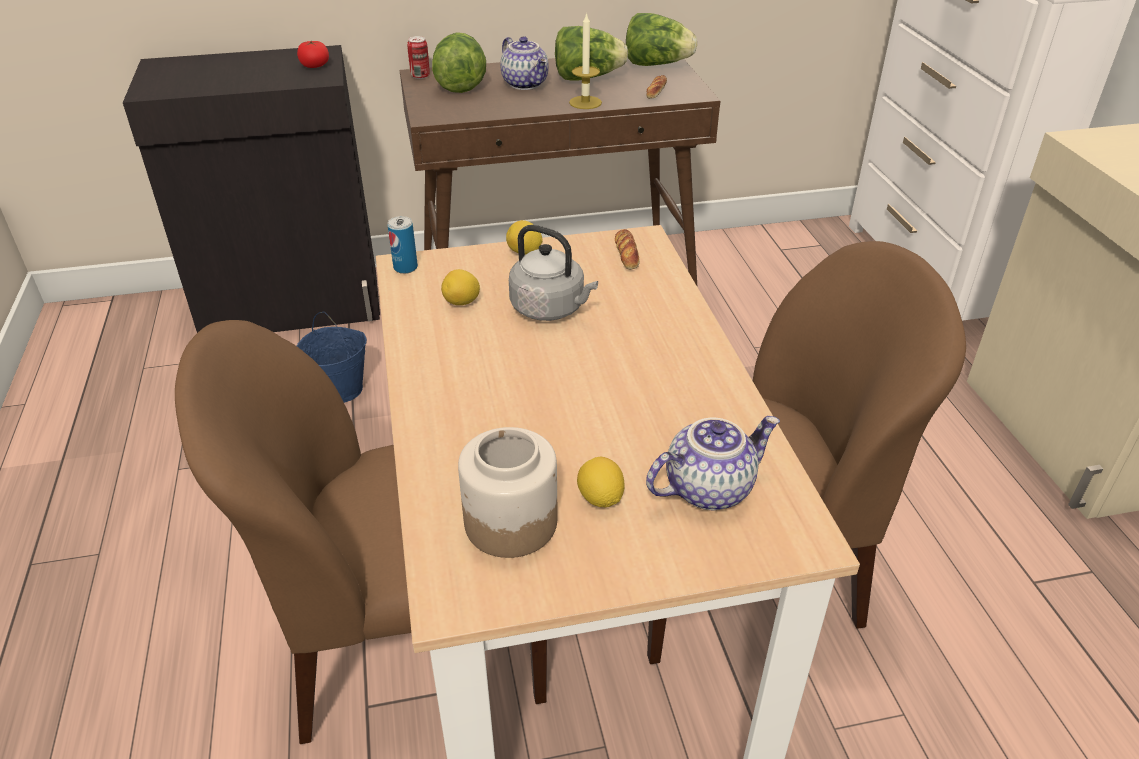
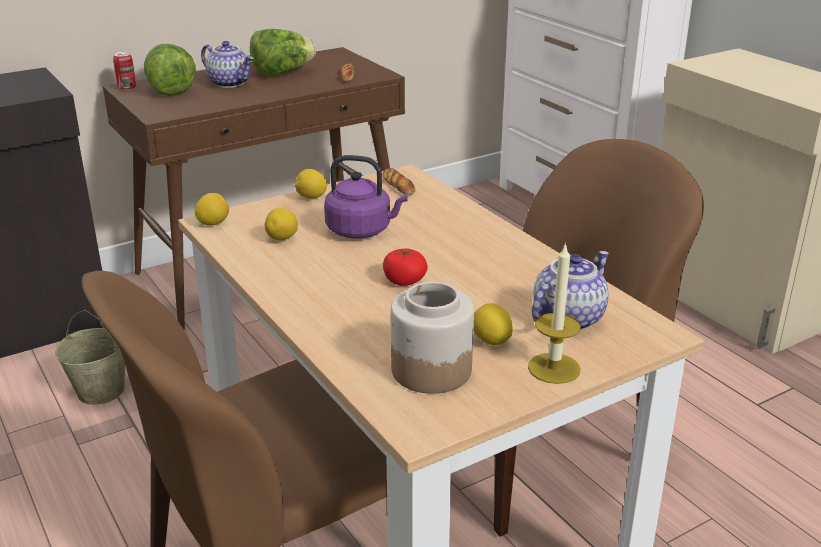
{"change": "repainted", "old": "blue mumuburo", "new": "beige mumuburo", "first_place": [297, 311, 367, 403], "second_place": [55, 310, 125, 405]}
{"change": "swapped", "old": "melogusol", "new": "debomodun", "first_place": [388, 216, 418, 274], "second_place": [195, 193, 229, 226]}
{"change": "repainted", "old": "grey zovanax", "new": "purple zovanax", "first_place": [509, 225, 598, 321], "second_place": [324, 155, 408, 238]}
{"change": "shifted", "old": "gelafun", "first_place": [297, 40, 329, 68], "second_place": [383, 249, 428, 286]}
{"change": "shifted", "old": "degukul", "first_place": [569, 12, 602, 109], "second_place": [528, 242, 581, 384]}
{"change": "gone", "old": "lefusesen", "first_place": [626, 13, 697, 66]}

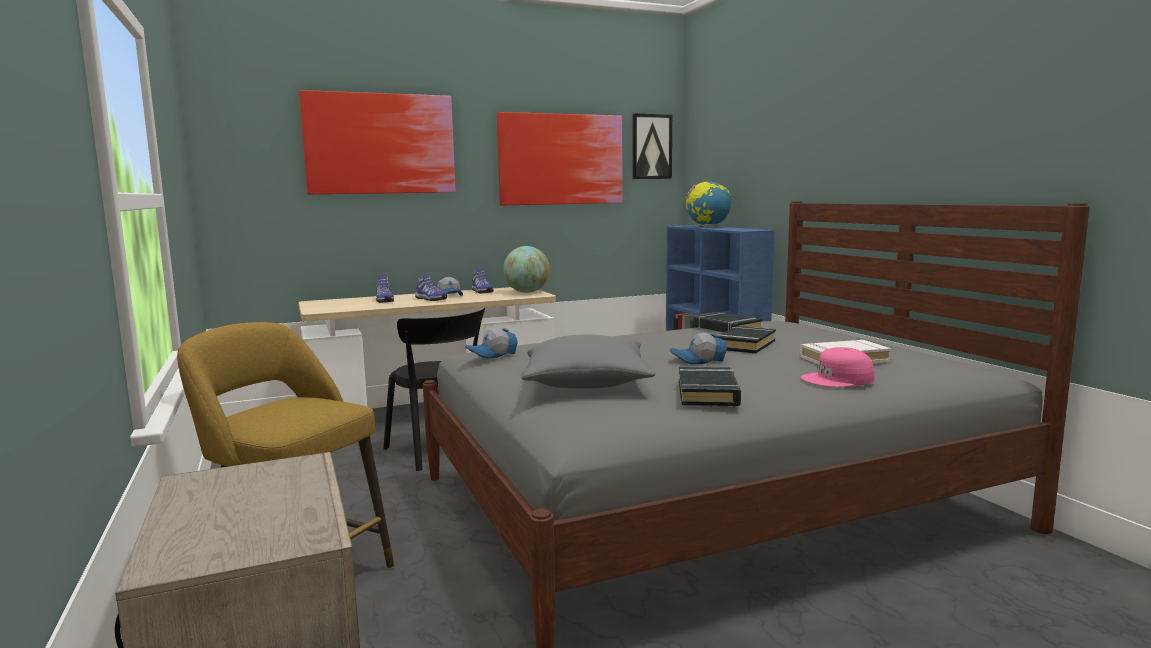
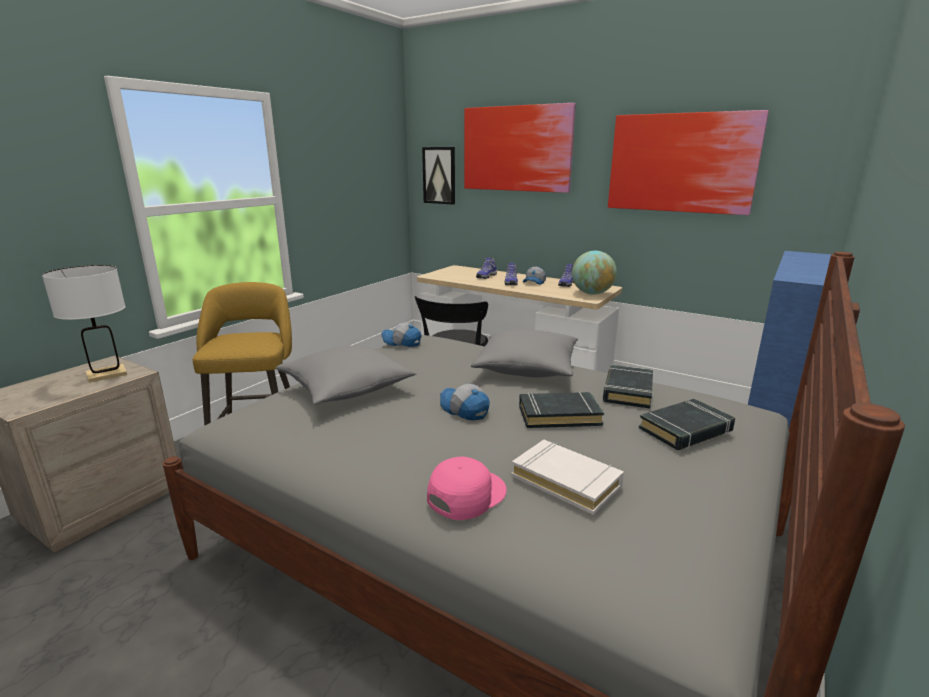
{"change": "new", "new": "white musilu", "second_place": [42, 265, 127, 383]}
{"change": "shifted", "old": "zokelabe", "first_place": [632, 113, 672, 179], "second_place": [422, 147, 455, 205]}
{"change": "rotated", "old": "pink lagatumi", "first_place": [801, 347, 874, 387], "second_place": [427, 456, 507, 520], "degrees": 90}
{"change": "new", "new": "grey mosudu", "second_place": [471, 330, 578, 378]}
{"change": "shifted", "old": "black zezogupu", "first_place": [679, 367, 741, 406], "second_place": [639, 399, 735, 450]}
{"change": "gone", "old": "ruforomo", "first_place": [686, 182, 731, 227]}

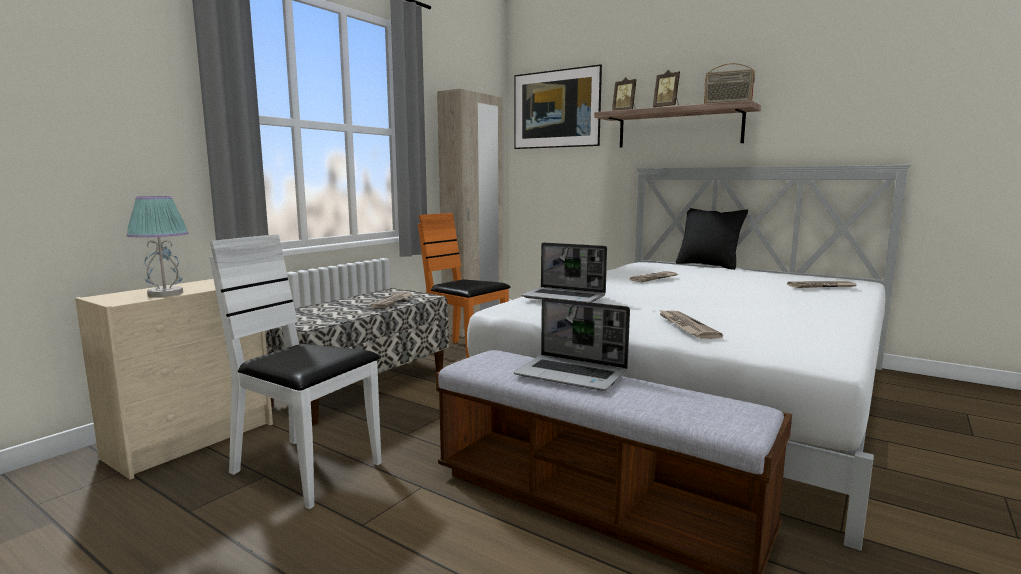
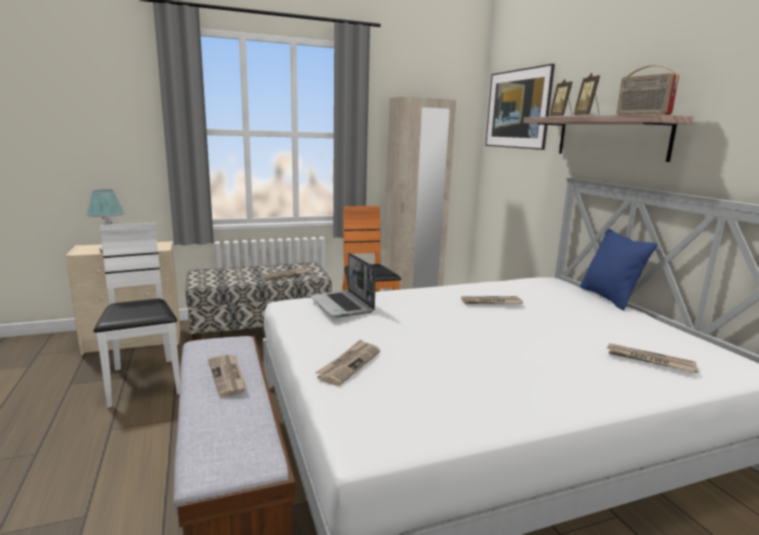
{"change": "swapped", "old": "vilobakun", "new": "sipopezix", "first_place": [514, 298, 630, 391], "second_place": [208, 355, 246, 397]}
{"change": "repainted", "old": "black mosudu", "new": "blue mosudu", "first_place": [676, 208, 748, 270], "second_place": [580, 229, 657, 310]}

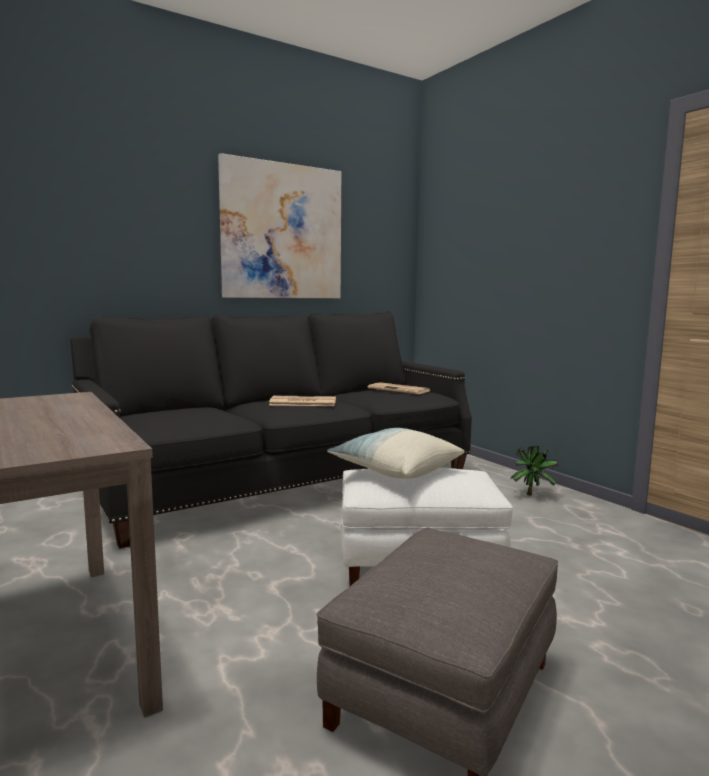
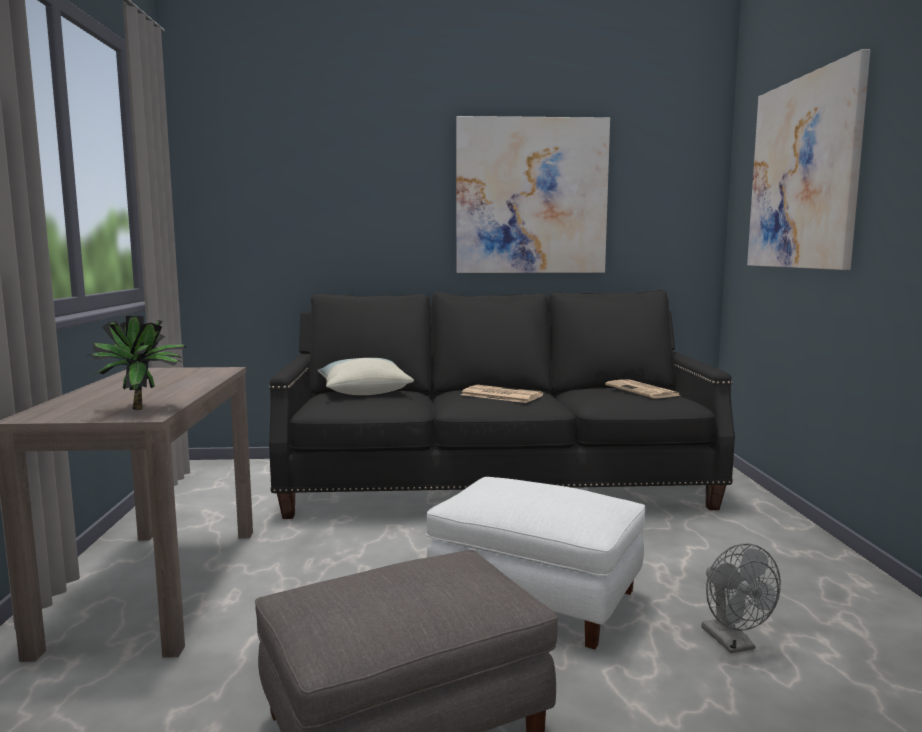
{"change": "shifted", "old": "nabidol", "first_place": [510, 446, 559, 496], "second_place": [87, 316, 186, 410]}
{"change": "shifted", "old": "mosudu", "first_place": [327, 428, 464, 479], "second_place": [318, 358, 414, 395]}
{"change": "new", "new": "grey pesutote", "second_place": [702, 543, 781, 653]}
{"change": "new", "new": "zokelabe", "second_place": [747, 49, 870, 270]}

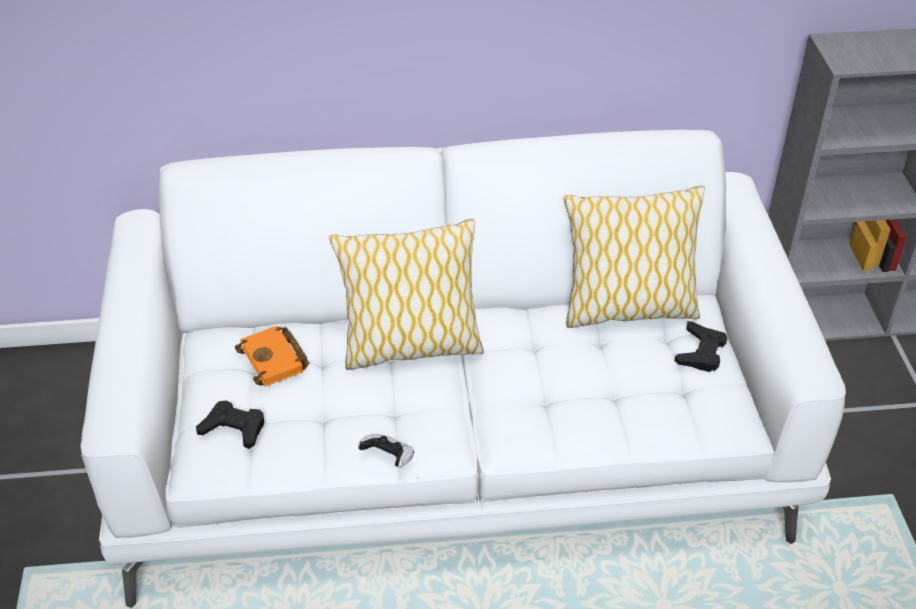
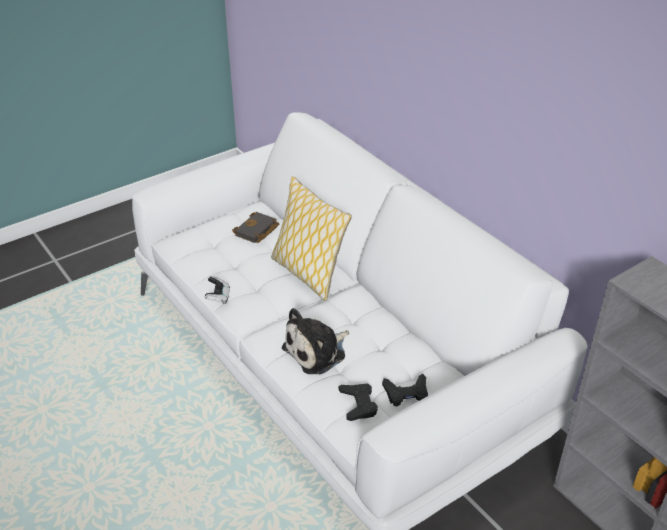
{"change": "repainted", "old": "orange zezogupu", "new": "black zezogupu", "first_place": [235, 326, 309, 387], "second_place": [232, 212, 279, 243]}
{"change": "new", "new": "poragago", "second_place": [282, 308, 349, 374]}
{"change": "shifted", "old": "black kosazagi", "first_place": [196, 401, 264, 449], "second_place": [338, 384, 378, 421]}
{"change": "gone", "old": "mosudu", "first_place": [564, 186, 705, 328]}

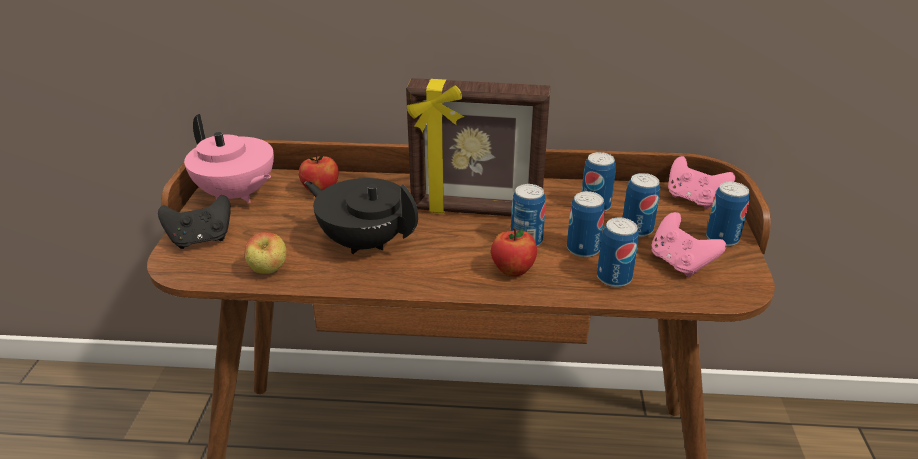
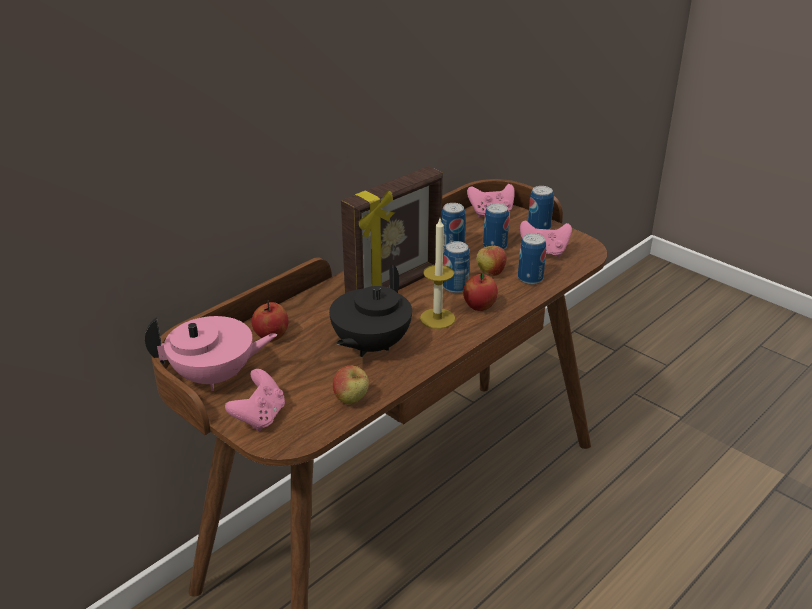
{"change": "repainted", "old": "black kosazagi", "new": "pink kosazagi", "first_place": [158, 195, 231, 249], "second_place": [225, 369, 285, 431]}
{"change": "rotated", "old": "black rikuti", "first_place": [304, 178, 418, 254], "second_place": [329, 264, 412, 357], "degrees": -45}
{"change": "new", "new": "degukul", "second_place": [420, 219, 455, 329]}
{"change": "swapped", "old": "melogusol", "new": "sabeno", "first_place": [567, 191, 605, 258], "second_place": [476, 243, 507, 276]}

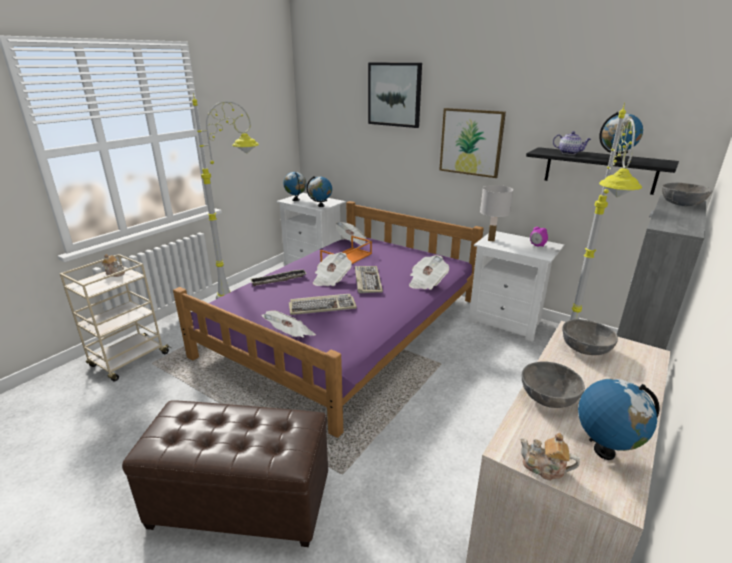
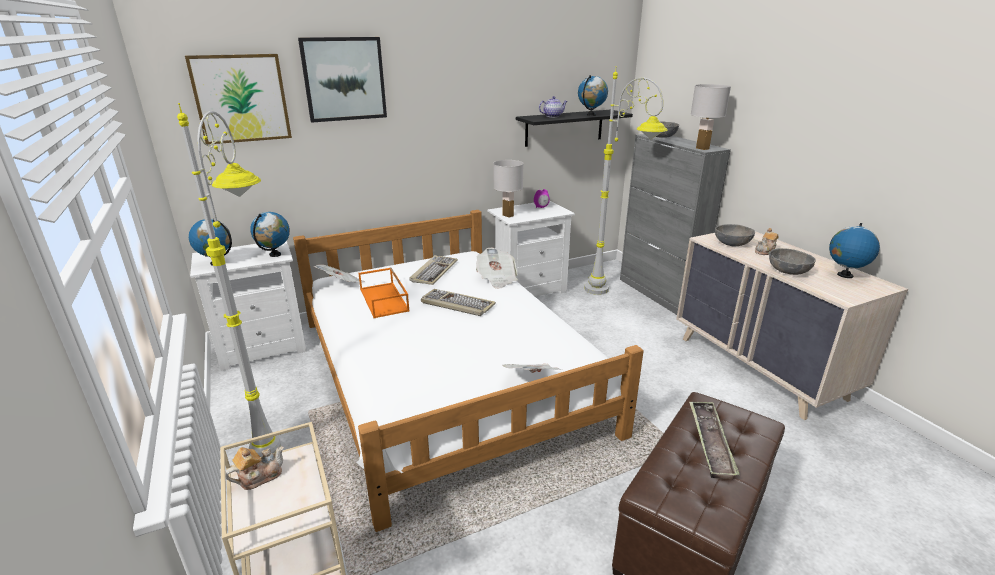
{"change": "shifted", "old": "zokelabe", "first_place": [439, 108, 506, 178], "second_place": [185, 54, 292, 145]}
{"change": "repainted", "old": "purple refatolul", "new": "white refatolul", "first_place": [173, 201, 484, 438], "second_place": [293, 210, 644, 532]}
{"change": "shifted", "old": "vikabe", "first_place": [289, 294, 357, 315], "second_place": [409, 255, 458, 285]}
{"change": "shifted", "old": "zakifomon", "first_place": [250, 270, 307, 286], "second_place": [689, 401, 740, 479]}
{"change": "new", "new": "white musilu", "second_place": [691, 84, 731, 150]}
{"change": "shifted", "old": "rikuti", "first_place": [520, 433, 580, 481], "second_place": [755, 228, 779, 255]}
{"change": "gone", "old": "sipopezix", "first_place": [313, 252, 352, 286]}

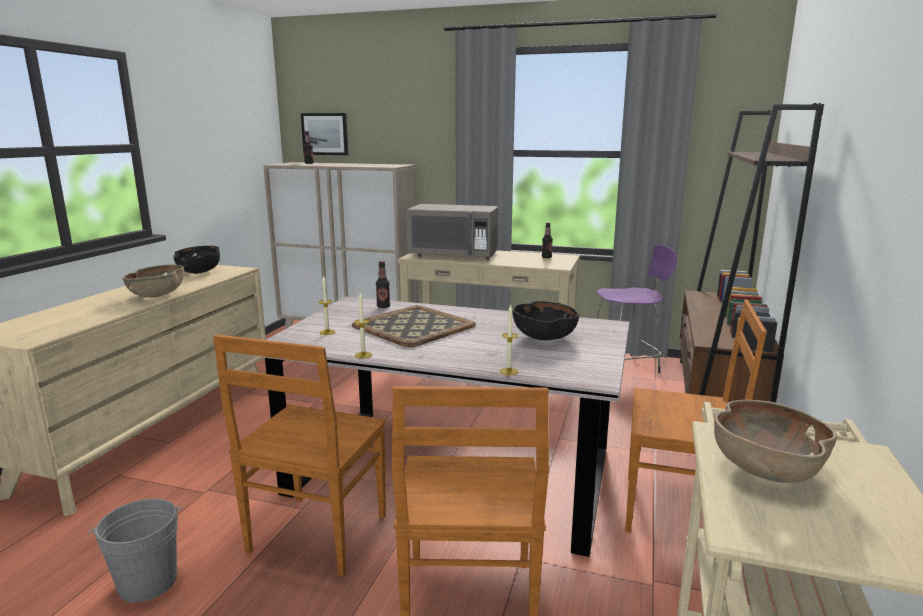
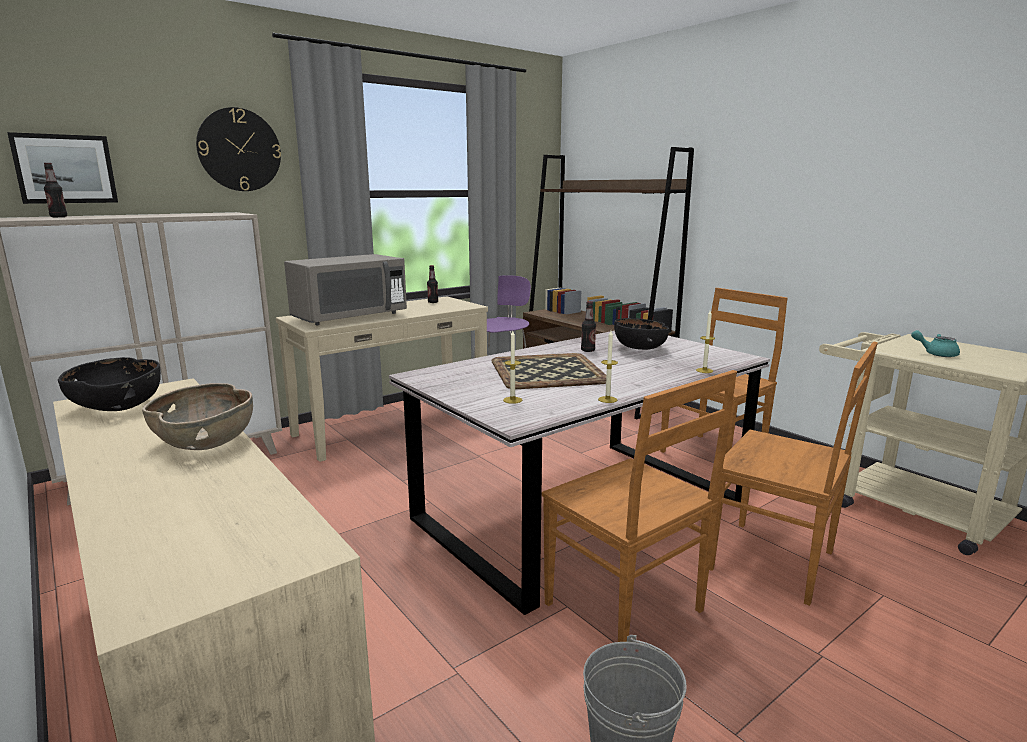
{"change": "new", "new": "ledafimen", "second_place": [196, 107, 281, 191]}
{"change": "shifted", "old": "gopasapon", "first_place": [376, 261, 390, 308], "second_place": [581, 301, 596, 352]}
{"change": "swapped", "old": "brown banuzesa", "new": "turquoise rikuti", "first_place": [714, 400, 837, 483], "second_place": [911, 330, 960, 357]}

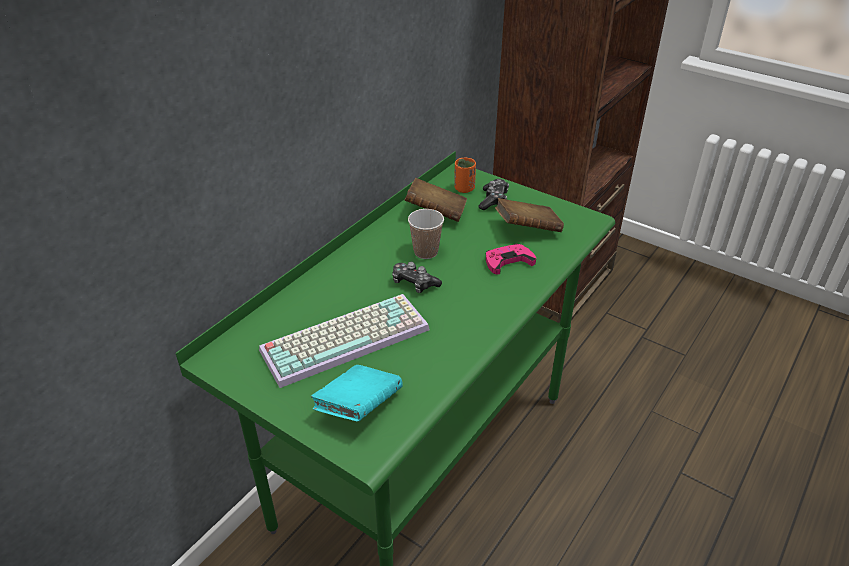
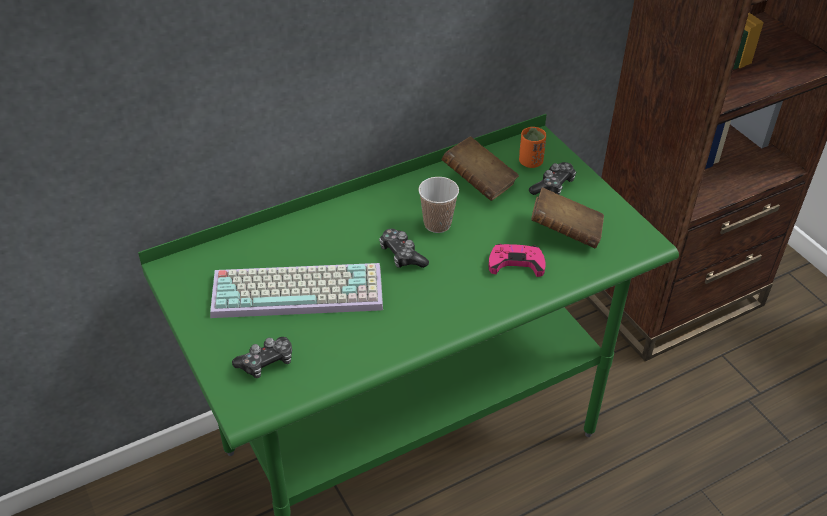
{"change": "swapped", "old": "turquoise zezogupu", "new": "kosazagi", "first_place": [311, 365, 403, 421], "second_place": [232, 337, 292, 378]}

